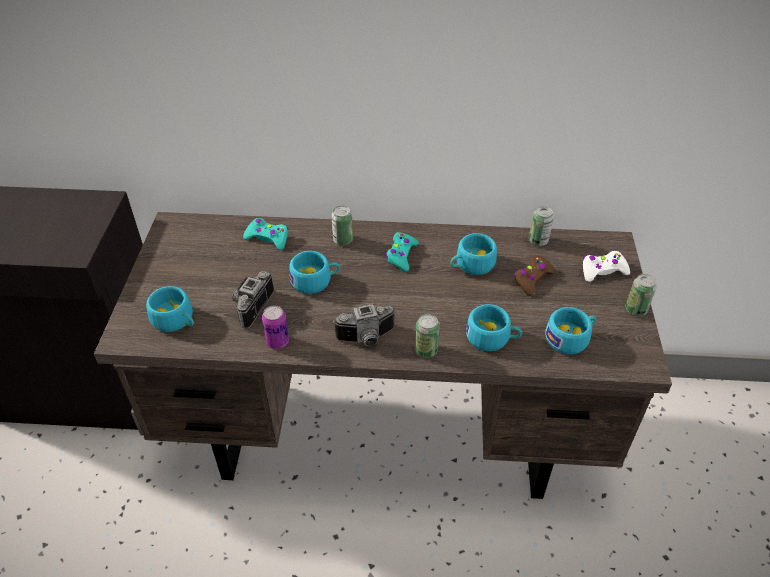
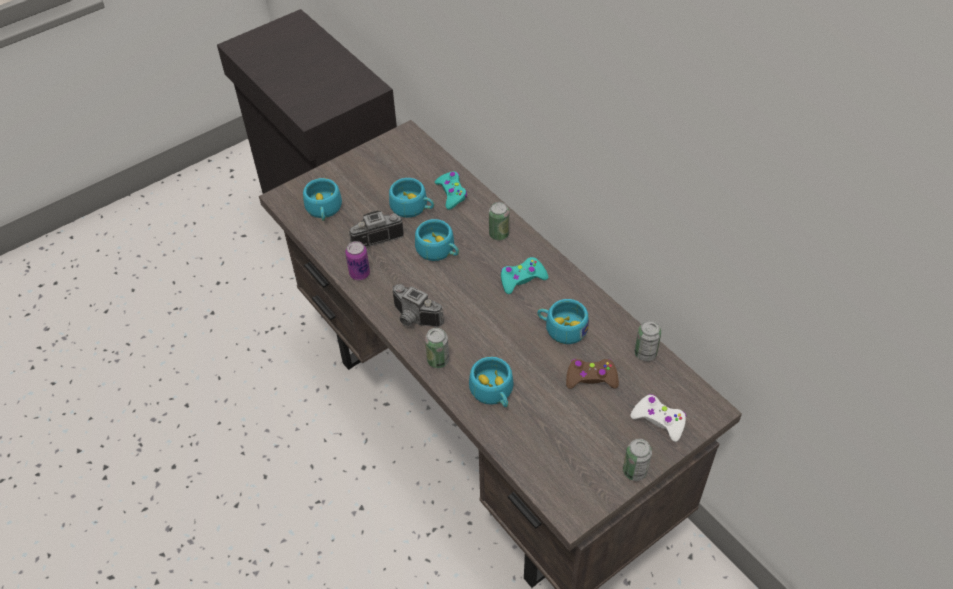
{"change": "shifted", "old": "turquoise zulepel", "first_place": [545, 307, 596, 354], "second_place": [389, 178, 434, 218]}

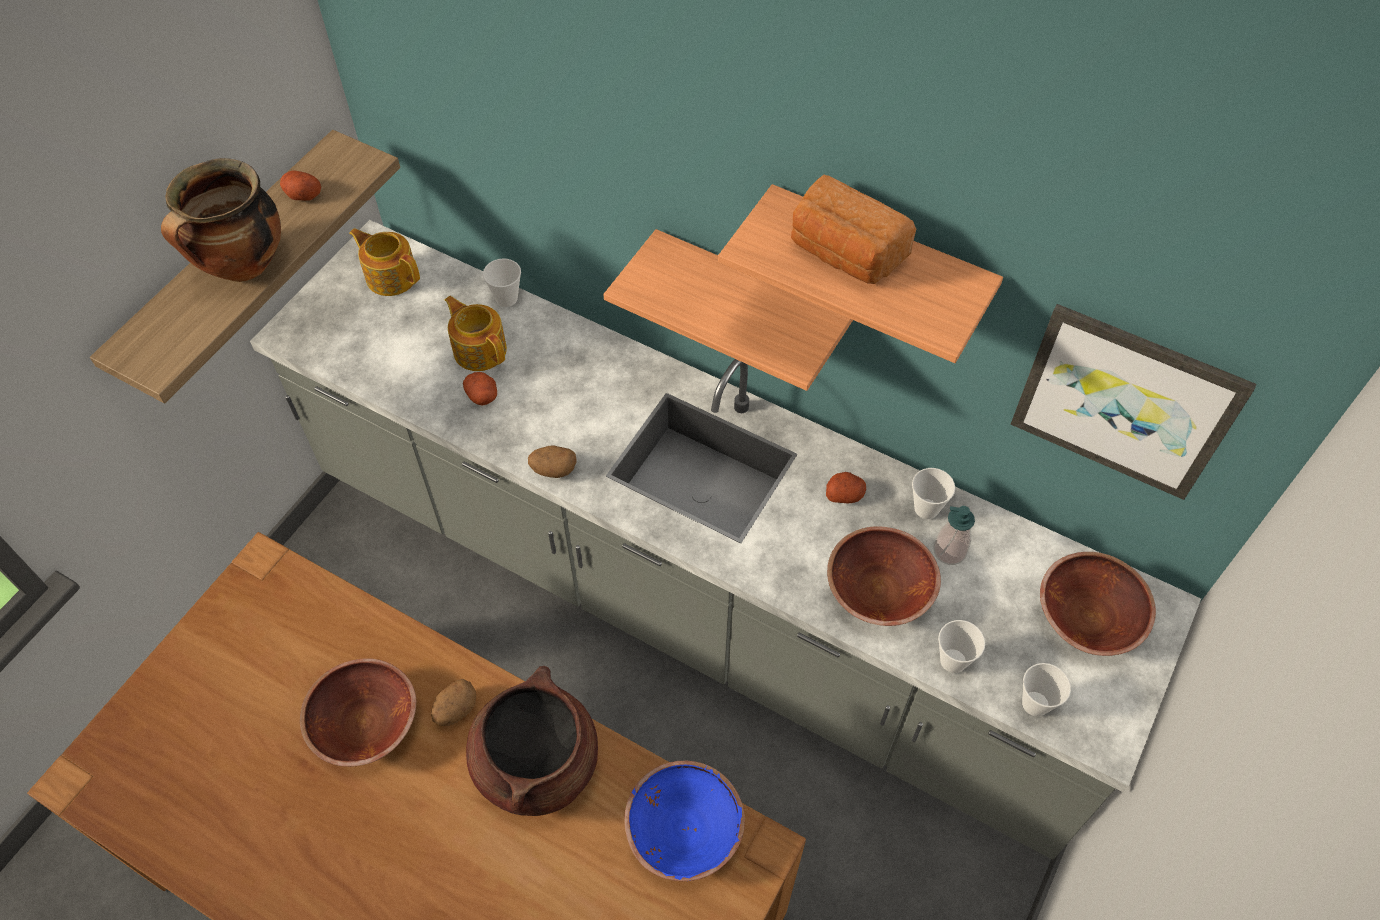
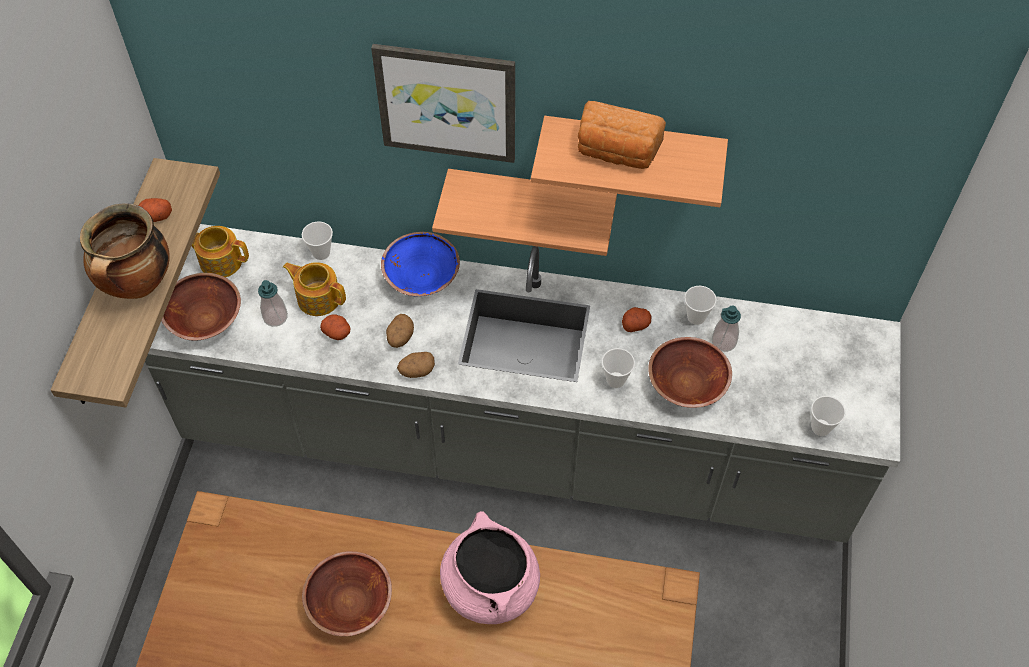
{"change": "shifted", "old": "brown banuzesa", "first_place": [1040, 552, 1156, 656], "second_place": [161, 273, 241, 341]}
{"change": "new", "new": "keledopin", "second_place": [258, 280, 288, 327]}
{"change": "shifted", "old": "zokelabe", "first_place": [1011, 304, 1257, 500], "second_place": [371, 44, 515, 163]}
{"change": "shifted", "old": "blue banuzesa", "first_place": [624, 761, 745, 881], "second_place": [381, 232, 460, 296]}
{"change": "shifted", "old": "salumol", "first_place": [431, 679, 476, 726], "second_place": [386, 314, 414, 348]}
{"change": "repainted", "old": "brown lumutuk", "new": "pink lumutuk", "first_place": [466, 666, 598, 816], "second_place": [440, 511, 540, 624]}
{"change": "shifted", "old": "zulepel", "first_place": [938, 620, 985, 673], "second_place": [602, 348, 635, 388]}

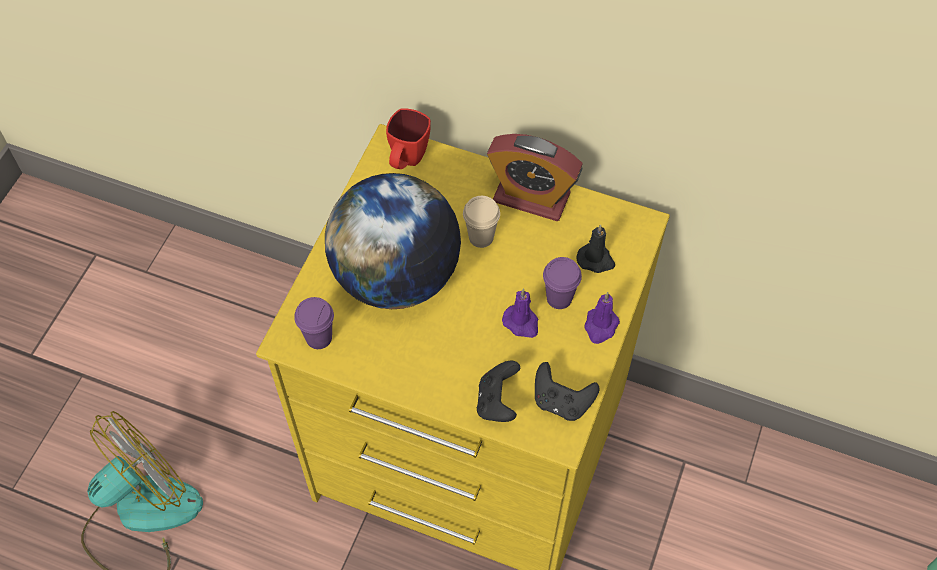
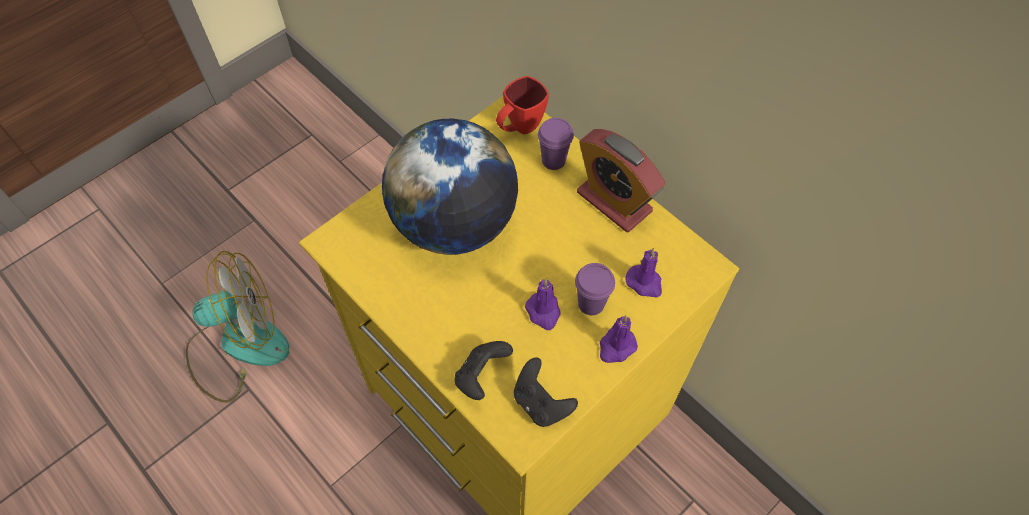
{"change": "shifted", "old": "purple zulepel", "first_place": [294, 297, 334, 349], "second_place": [538, 118, 574, 170]}
{"change": "repainted", "old": "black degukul", "new": "purple degukul", "first_place": [576, 225, 615, 273], "second_place": [625, 248, 662, 297]}
{"change": "gone", "old": "beige zulepel", "first_place": [463, 196, 500, 248]}

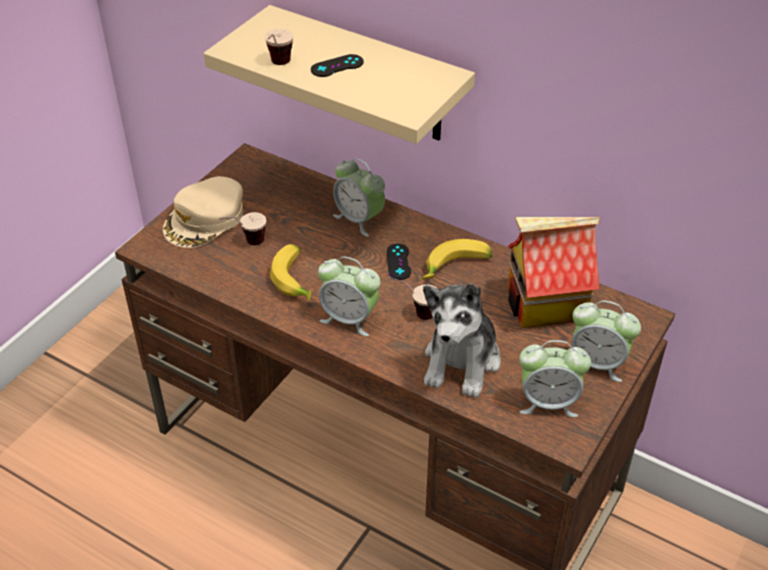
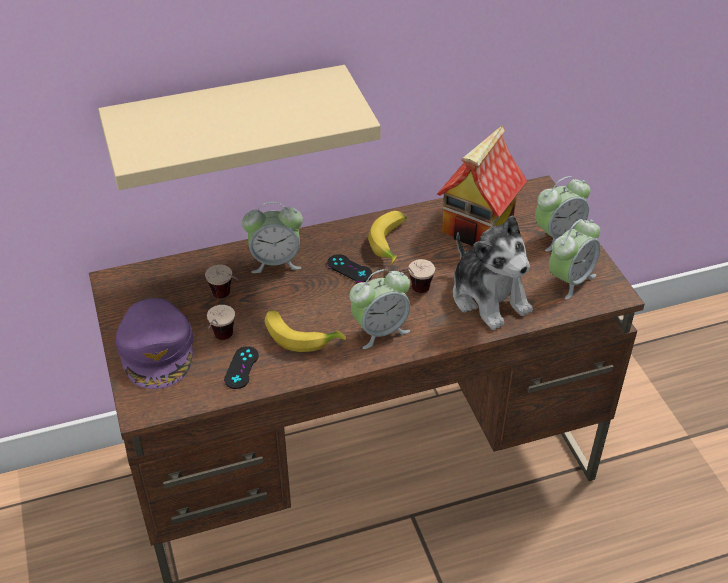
{"change": "repainted", "old": "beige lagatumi", "new": "purple lagatumi", "first_place": [163, 176, 243, 248], "second_place": [116, 298, 193, 389]}
{"change": "shifted", "old": "zulepel", "first_place": [265, 29, 293, 65], "second_place": [205, 265, 238, 298]}
{"change": "shifted", "old": "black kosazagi", "first_place": [311, 54, 364, 77], "second_place": [224, 346, 259, 389]}

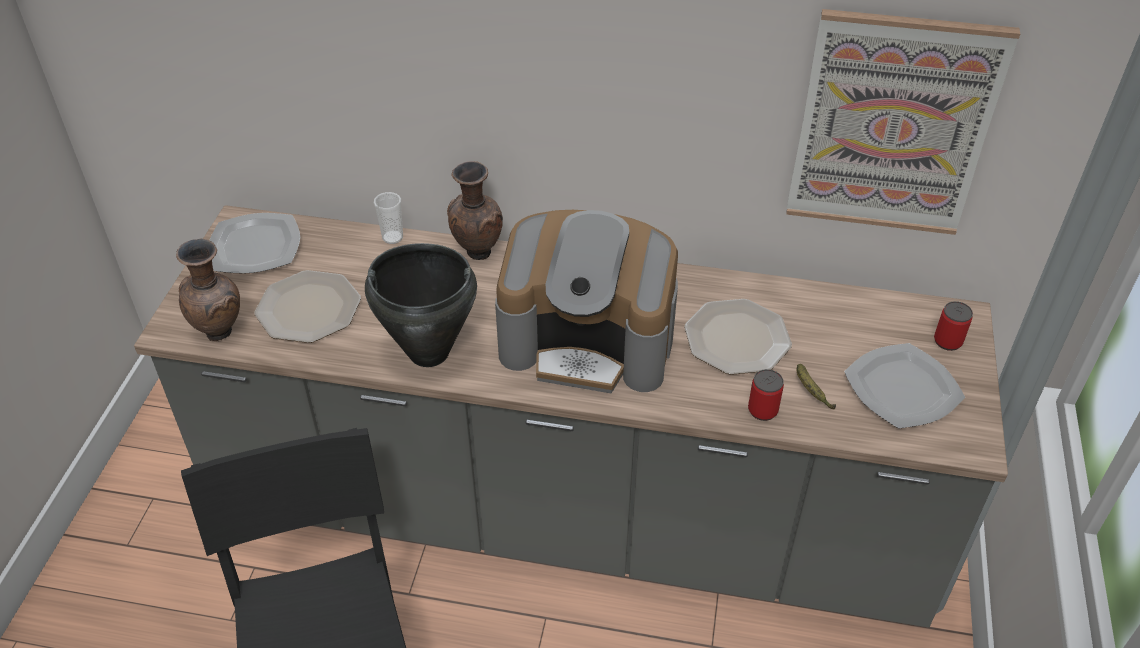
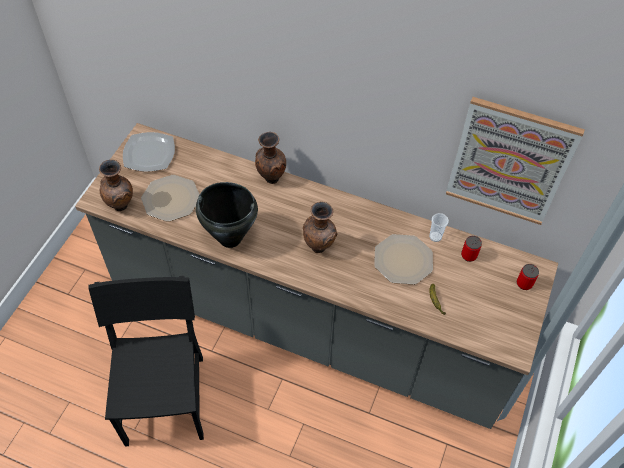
{"change": "swapped", "old": "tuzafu", "new": "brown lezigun", "first_place": [495, 210, 678, 393], "second_place": [303, 202, 338, 253]}
{"change": "shifted", "old": "zulepel", "first_place": [374, 192, 403, 244], "second_place": [429, 213, 449, 242]}
{"change": "shifted", "old": "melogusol", "first_place": [748, 369, 784, 421], "second_place": [461, 236, 482, 262]}
{"change": "gone", "old": "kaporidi", "first_place": [844, 343, 965, 429]}

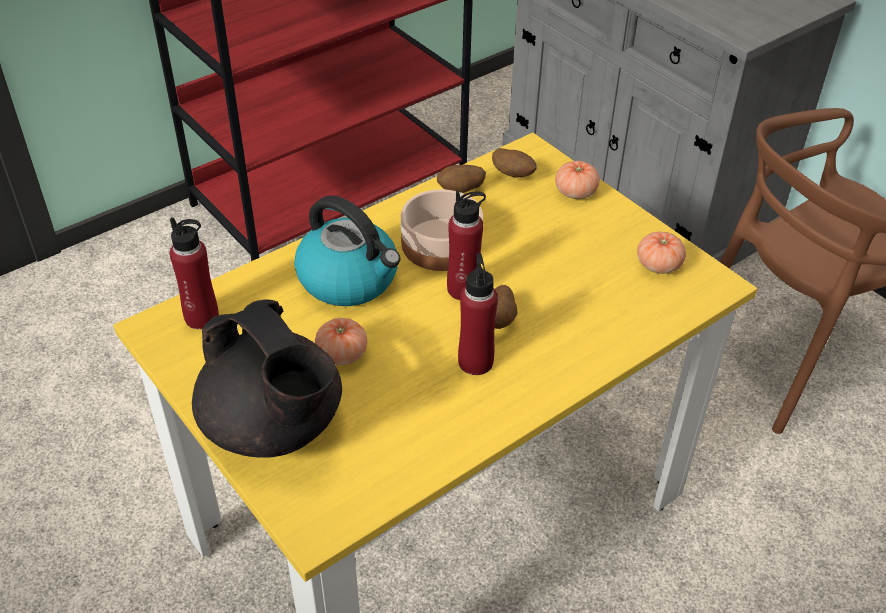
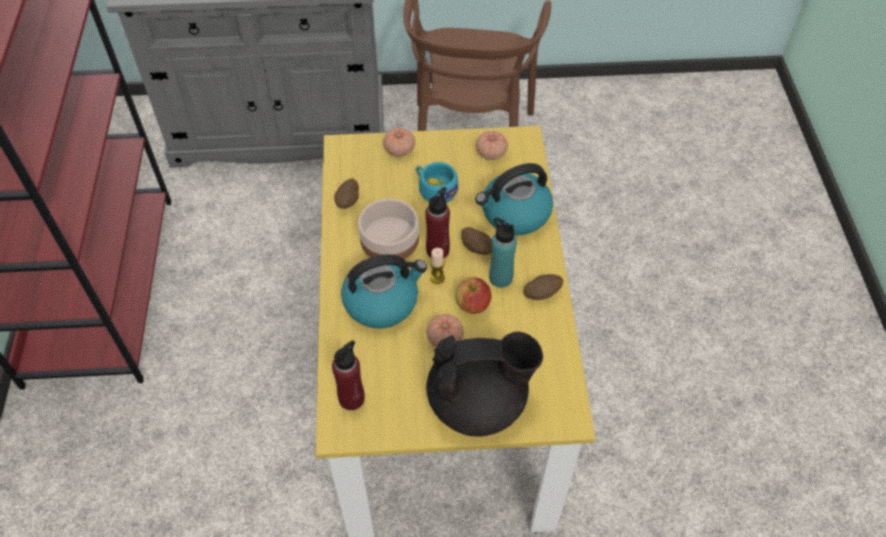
{"change": "new", "new": "turquoise zulepel", "second_place": [416, 162, 458, 203]}
{"change": "new", "new": "degukul", "second_place": [430, 248, 445, 284]}
{"change": "new", "new": "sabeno", "second_place": [455, 277, 491, 314]}
{"change": "new", "new": "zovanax", "second_place": [475, 163, 553, 235]}
{"change": "repainted", "old": "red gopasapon", "new": "turquoise gopasapon", "first_place": [458, 253, 498, 375], "second_place": [489, 218, 517, 288]}
{"change": "shifted", "old": "salumol", "first_place": [492, 148, 537, 177], "second_place": [523, 274, 563, 300]}

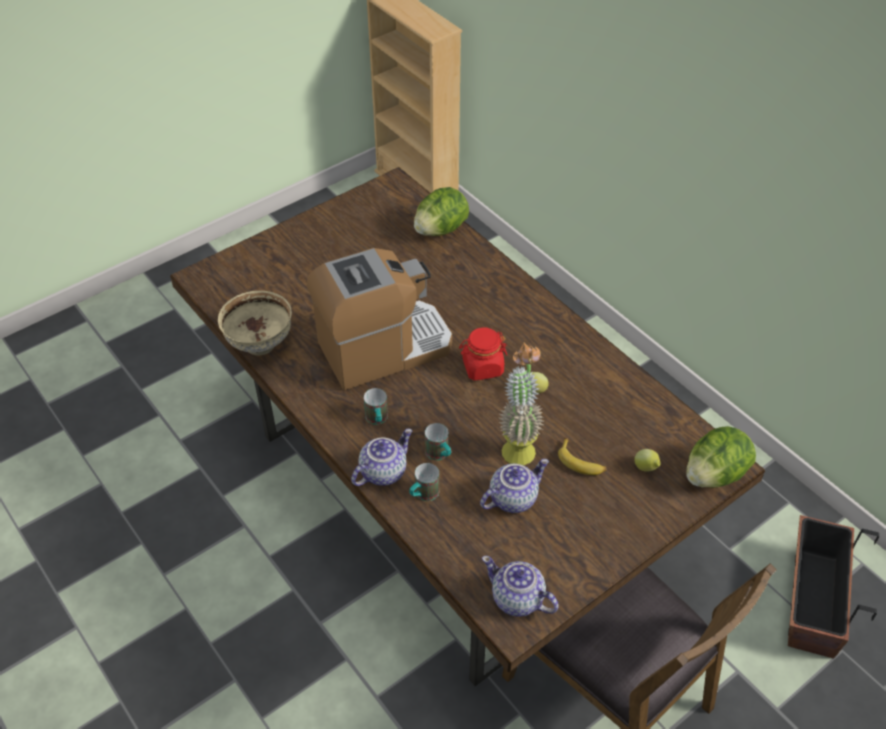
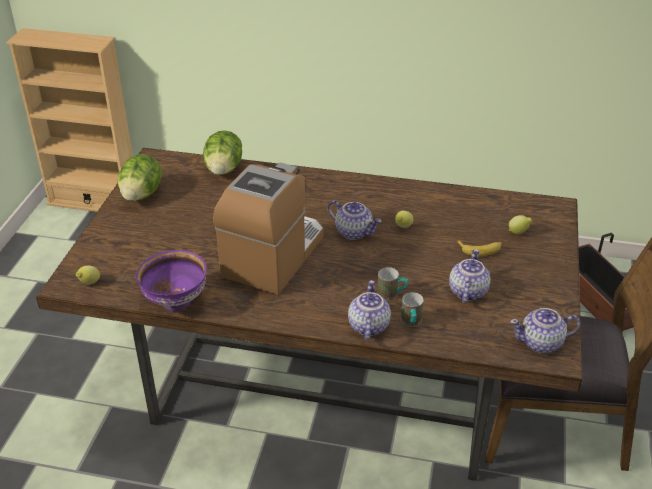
{"change": "new", "new": "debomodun", "second_place": [76, 265, 100, 284]}
{"change": "shifted", "old": "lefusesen", "first_place": [686, 426, 756, 488], "second_place": [118, 154, 162, 201]}
{"change": "repainted", "old": "beige banuzesa", "new": "purple banuzesa", "first_place": [218, 291, 292, 355], "second_place": [136, 250, 207, 311]}
{"change": "swapped", "old": "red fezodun", "new": "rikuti", "first_place": [459, 327, 507, 380], "second_place": [328, 200, 382, 240]}
{"change": "gone", "old": "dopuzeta", "first_place": [364, 388, 388, 425]}
{"change": "gone", "old": "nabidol", "first_place": [499, 342, 545, 465]}

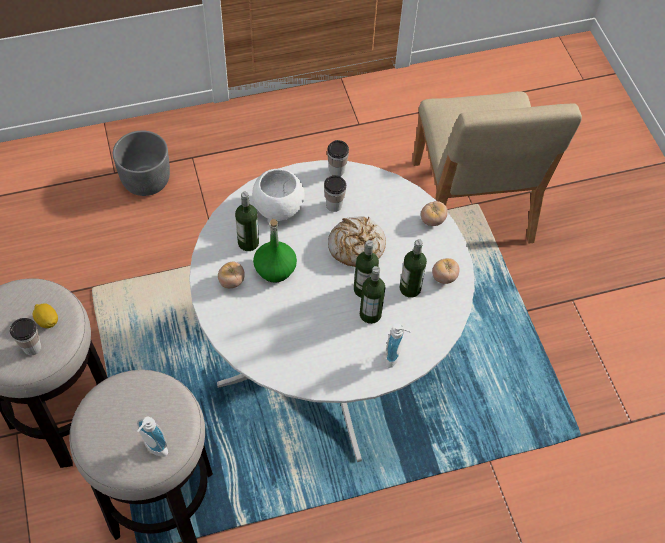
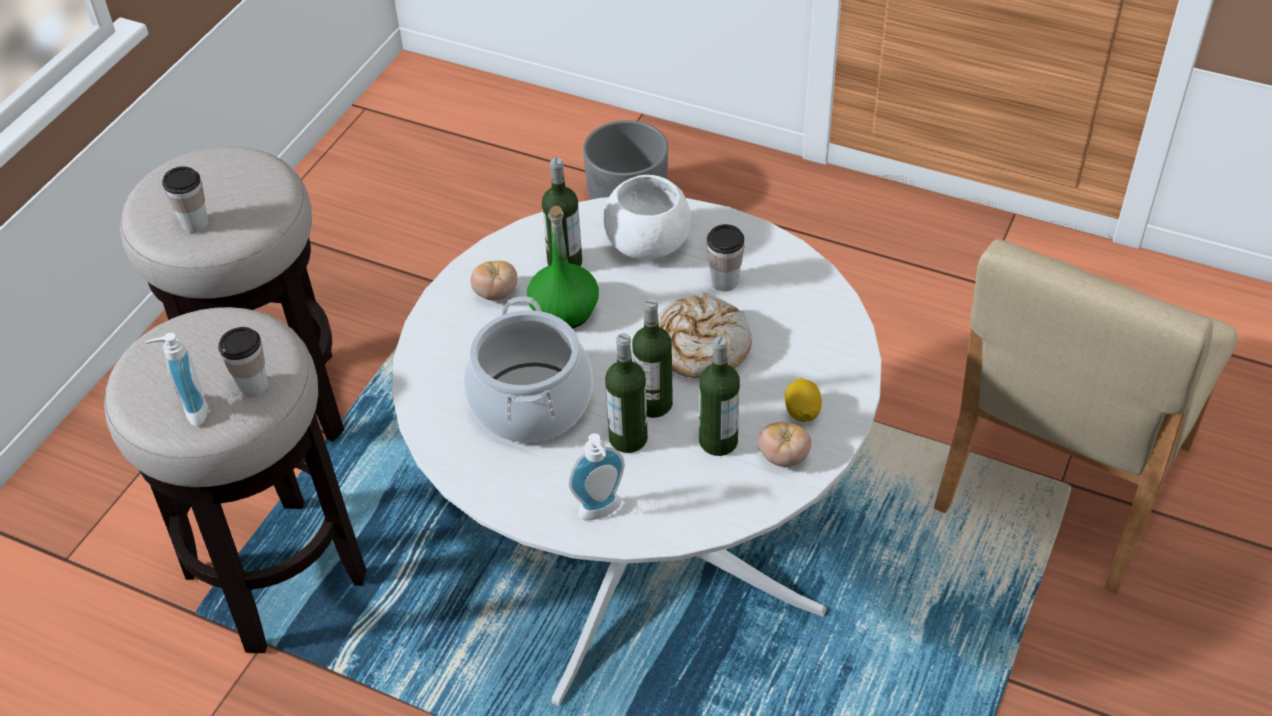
{"change": "shifted", "old": "zulepel", "first_place": [327, 140, 349, 176], "second_place": [218, 327, 268, 397]}
{"change": "new", "new": "lumutuk", "second_place": [463, 297, 593, 442]}
{"change": "shifted", "old": "debomodun", "first_place": [33, 303, 58, 328], "second_place": [785, 377, 822, 422]}
{"change": "gone", "old": "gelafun", "first_place": [421, 201, 448, 226]}

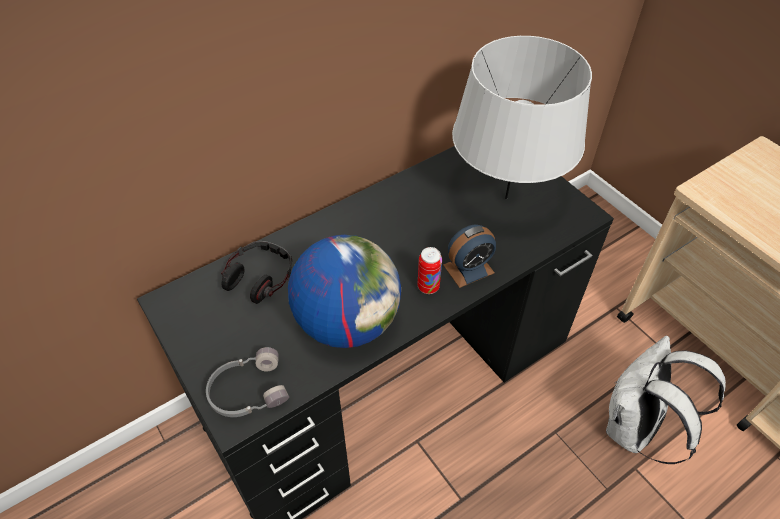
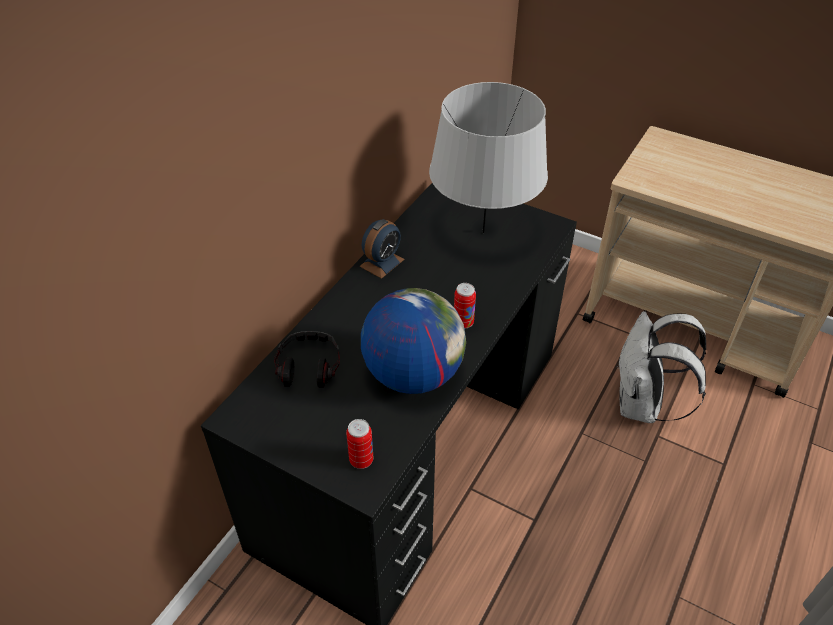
{"change": "swapped", "old": "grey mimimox", "new": "melogusol", "first_place": [206, 347, 289, 417], "second_place": [346, 419, 373, 469]}
{"change": "shifted", "old": "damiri", "first_place": [443, 224, 496, 288], "second_place": [360, 219, 404, 279]}

